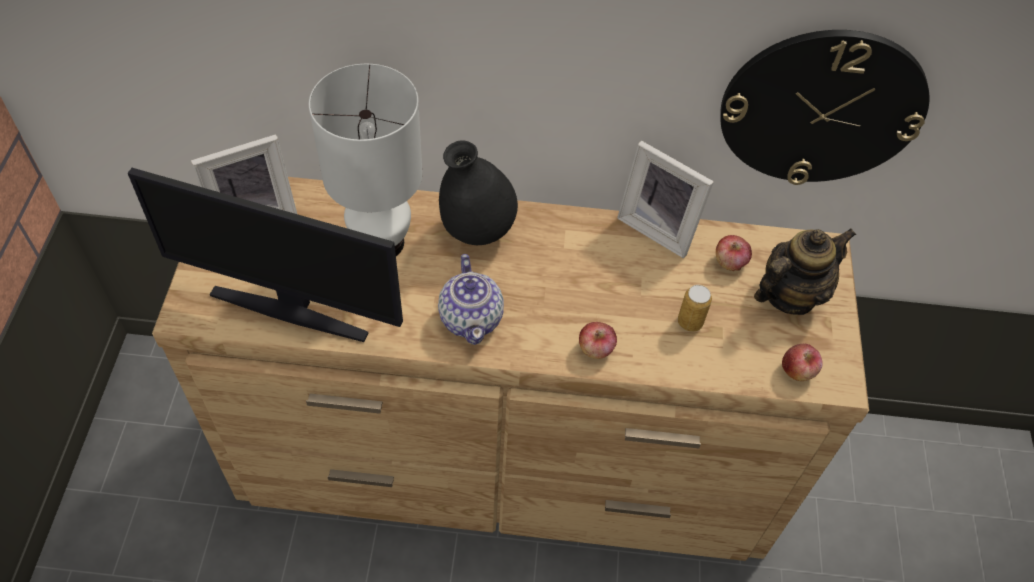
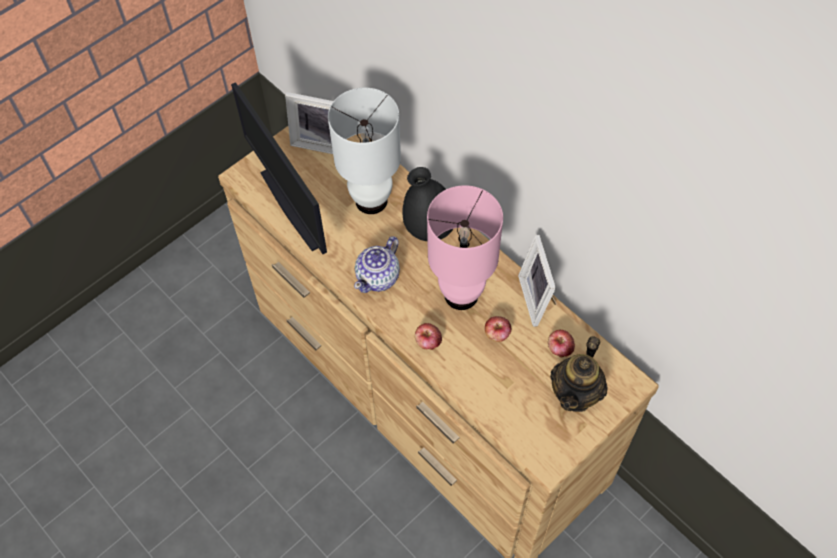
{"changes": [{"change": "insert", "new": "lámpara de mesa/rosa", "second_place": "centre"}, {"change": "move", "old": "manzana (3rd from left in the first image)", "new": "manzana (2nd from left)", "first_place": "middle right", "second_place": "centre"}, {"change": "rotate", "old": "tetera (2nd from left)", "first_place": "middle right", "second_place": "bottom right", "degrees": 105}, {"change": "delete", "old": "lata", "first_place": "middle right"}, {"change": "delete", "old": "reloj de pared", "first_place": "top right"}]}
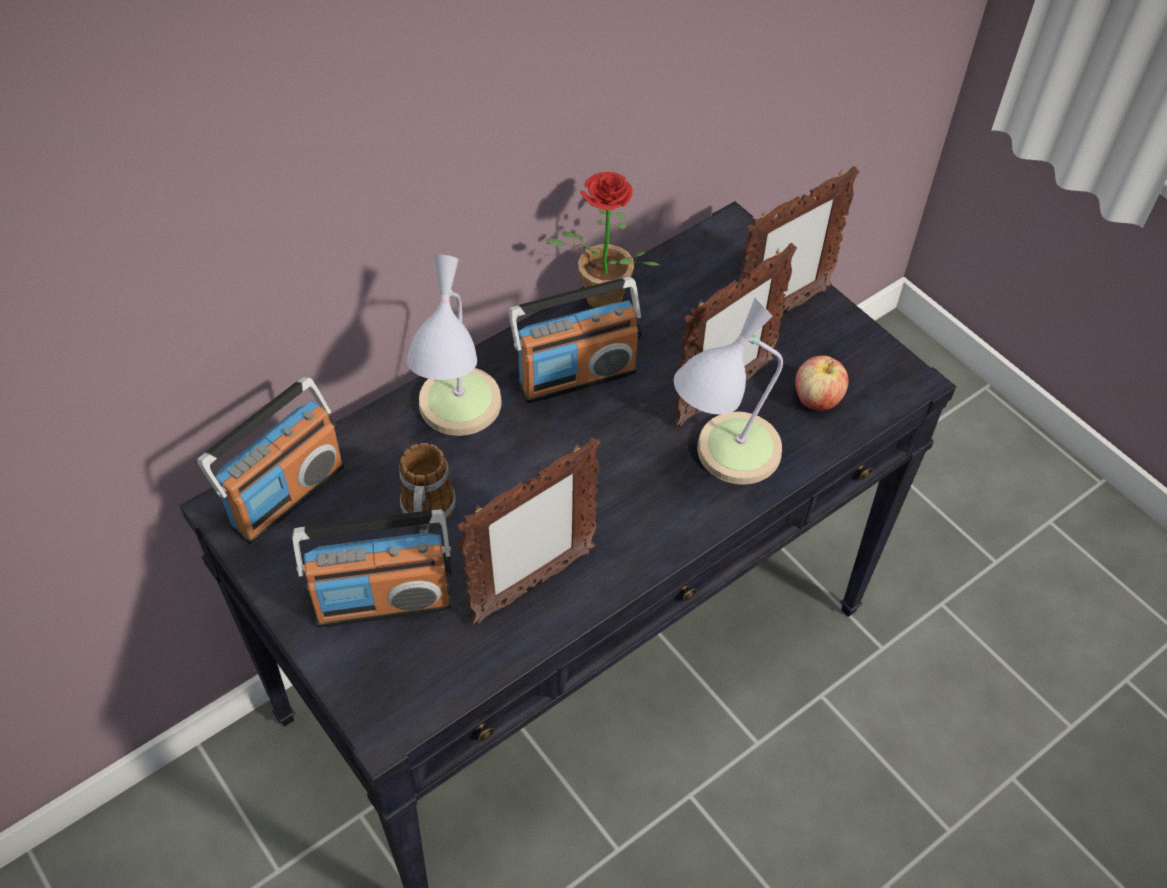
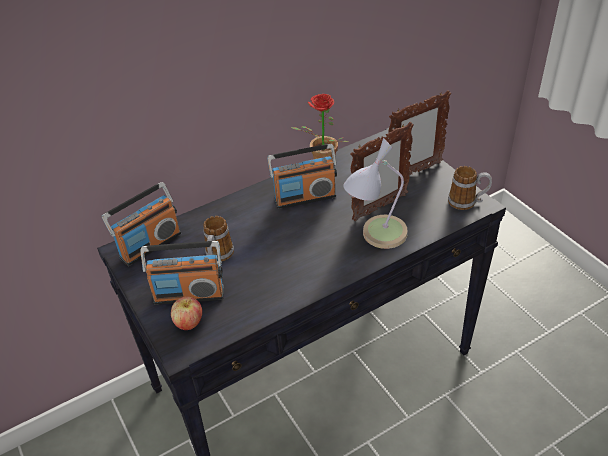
{"changes": [{"change": "move", "old": "manzana", "first_place": "middle right", "second_place": "bottom left"}, {"change": "insert", "new": "taza grande (2nd from left)", "second_place": "middle right"}, {"change": "delete", "old": "lámpara de mesa (1st from left)", "first_place": "centre"}, {"change": "delete", "old": "portarretratos (1st from left)", "first_place": "centre"}]}
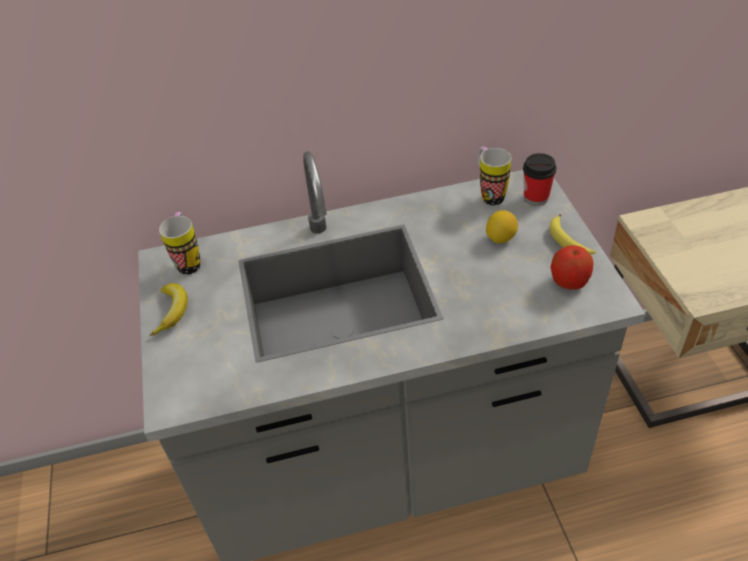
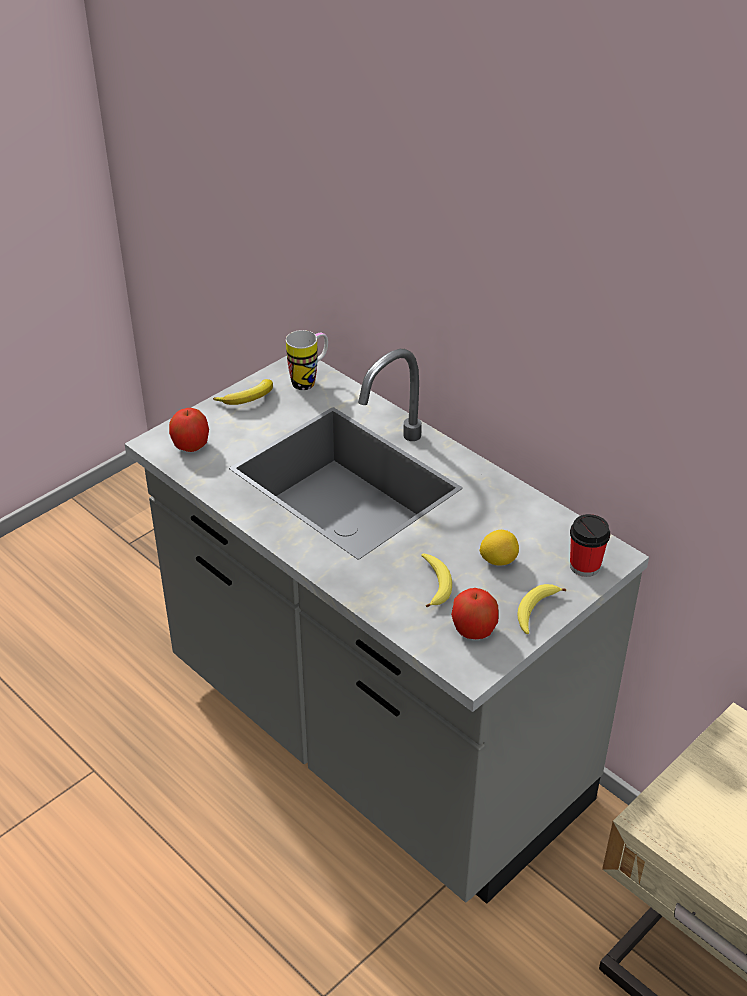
{"changes": [{"change": "insert", "new": "manzana (1st from left)", "second_place": "middle left"}, {"change": "insert", "new": "plátano (2nd from left)", "second_place": "centre"}, {"change": "delete", "old": "taza grande (2nd from left)", "first_place": "top centre"}]}
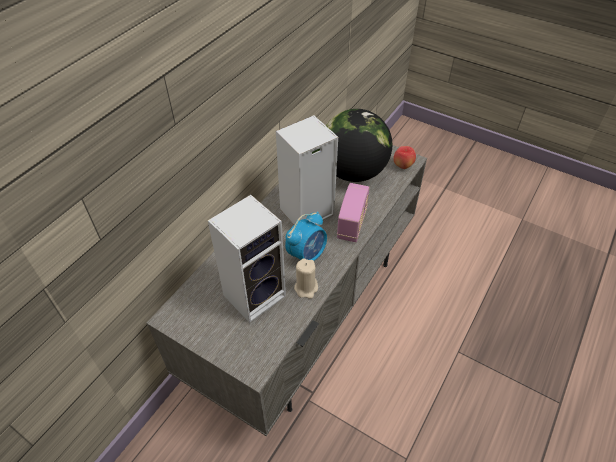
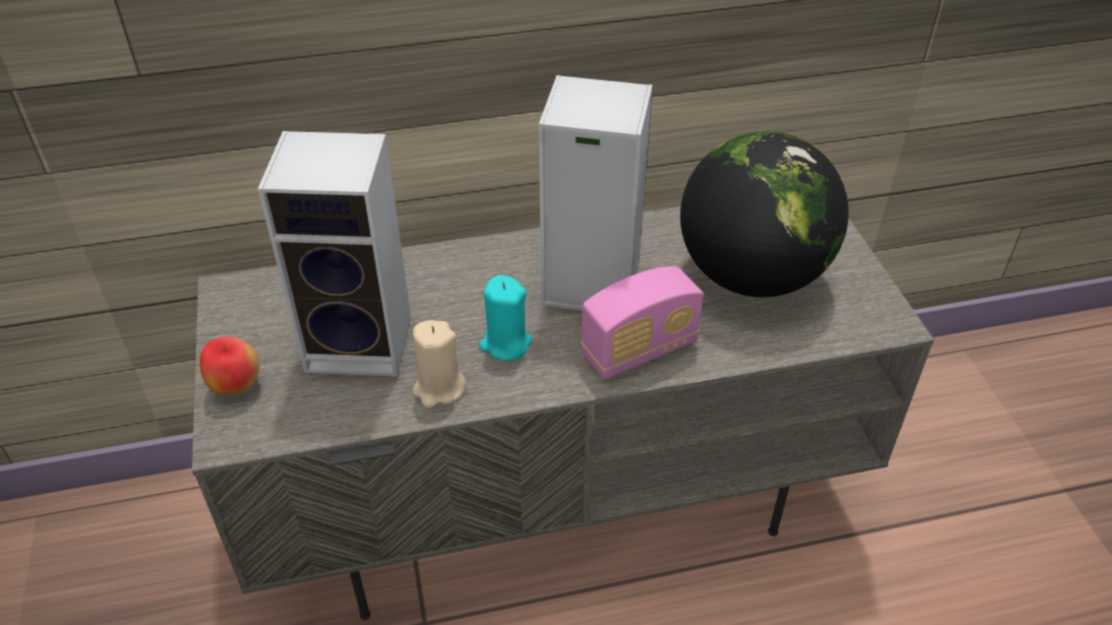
{"changes": [{"change": "move", "old": "manzana", "first_place": "centre", "second_place": "middle left"}, {"change": "replace", "old": "despertador", "new": "vela/turquesa", "first_place": "centre", "second_place": "centre"}]}
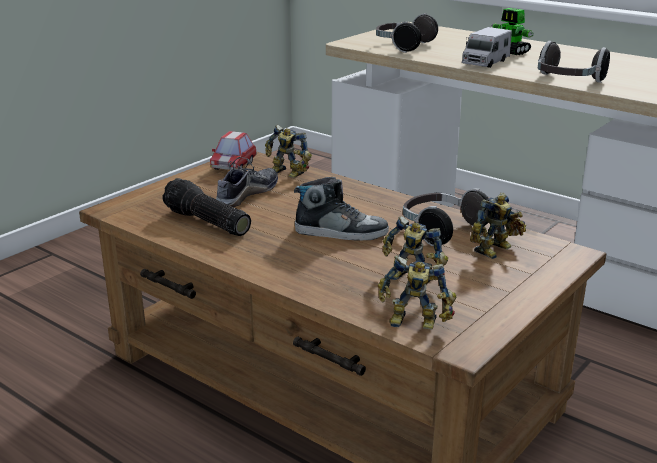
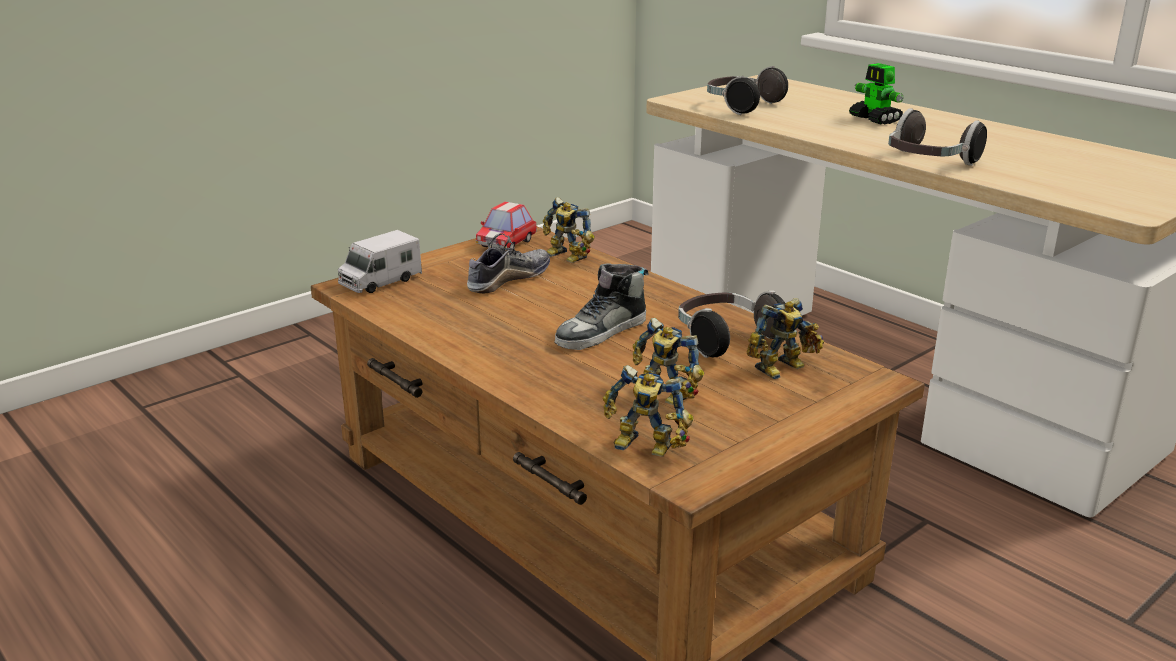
{"changes": [{"change": "move", "old": "camión de juguete", "first_place": "top right", "second_place": "middle left"}, {"change": "rotate", "old": "zapato (2nd from left)", "first_place": "centre", "second_place": "centre", "degrees": 120}, {"change": "delete", "old": "linterna", "first_place": "middle left"}]}
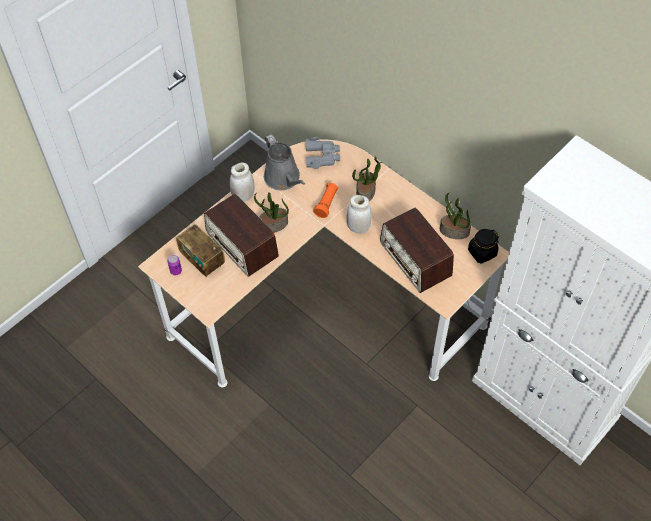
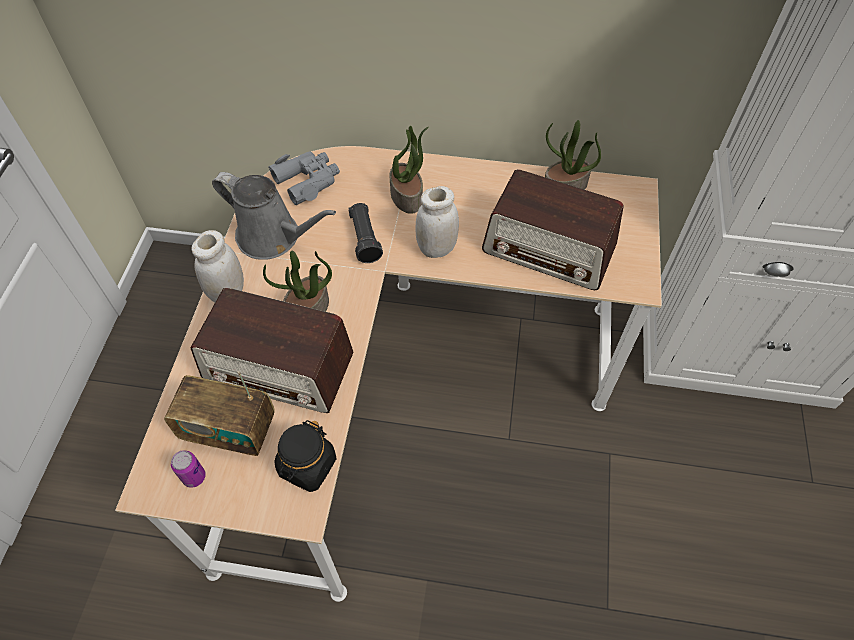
{"changes": [{"change": "move", "old": "tarro/negro", "first_place": "middle right", "second_place": "bottom centre"}, {"change": "recolor", "old": "linterna/naranja", "new": "linterna/negro", "first_place": "centre", "second_place": "centre"}]}
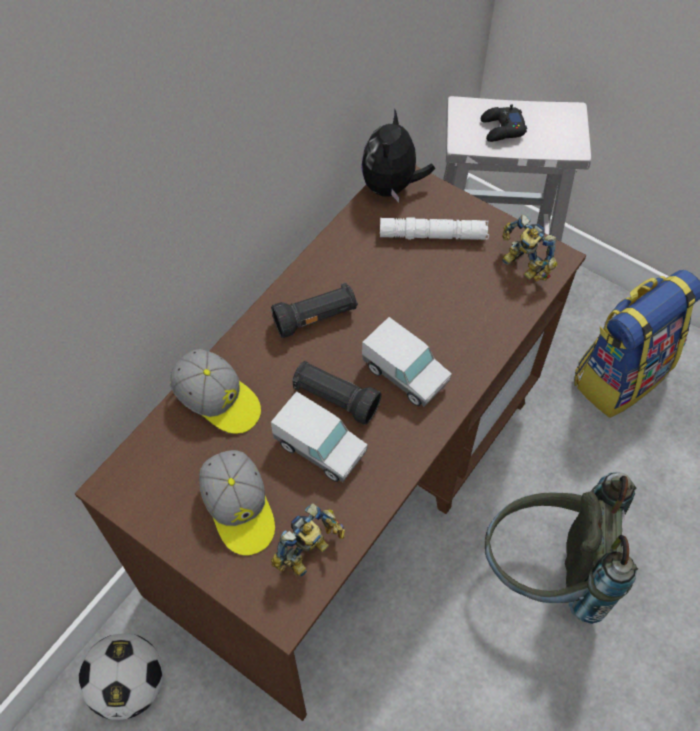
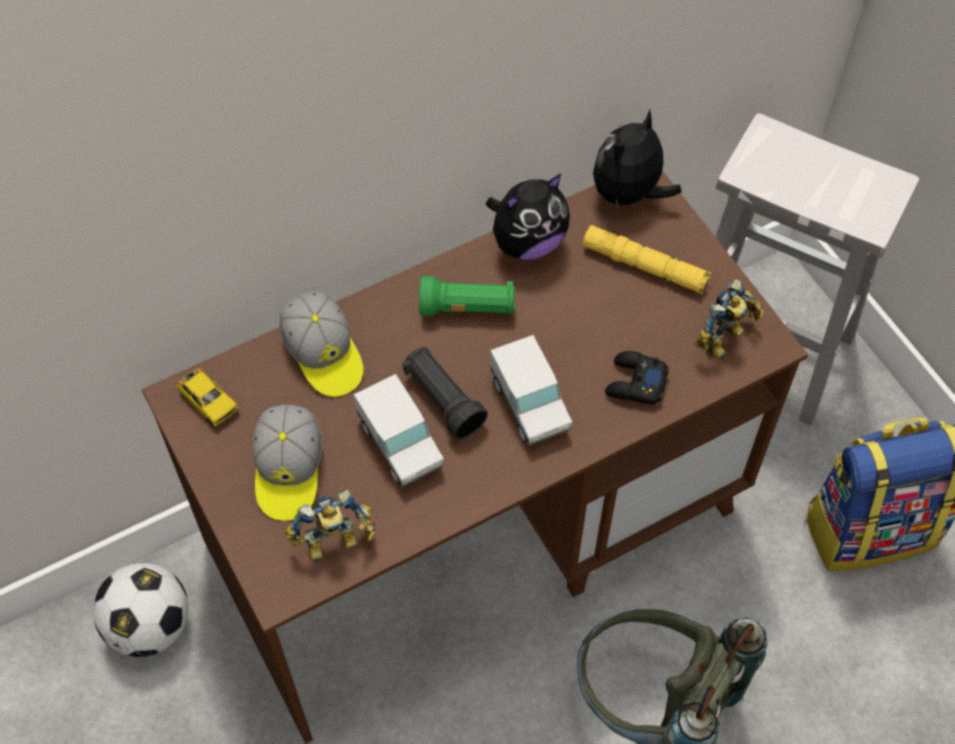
{"changes": [{"change": "insert", "new": "coche de juguete", "second_place": "middle left"}, {"change": "recolor", "old": "linterna/negro (1st from left)", "new": "linterna/verde", "first_place": "centre", "second_place": "centre"}, {"change": "insert", "new": "peluche (1st from left)", "second_place": "top centre"}, {"change": "recolor", "old": "linterna/blanco", "new": "linterna/amarillo", "first_place": "top centre", "second_place": "middle right"}, {"change": "move", "old": "mando de consola/negro", "first_place": "top right", "second_place": "middle right"}, {"change": "rotate", "old": "robot de juguete (2nd from left)", "first_place": "middle right", "second_place": "middle right", "degrees": -120}]}
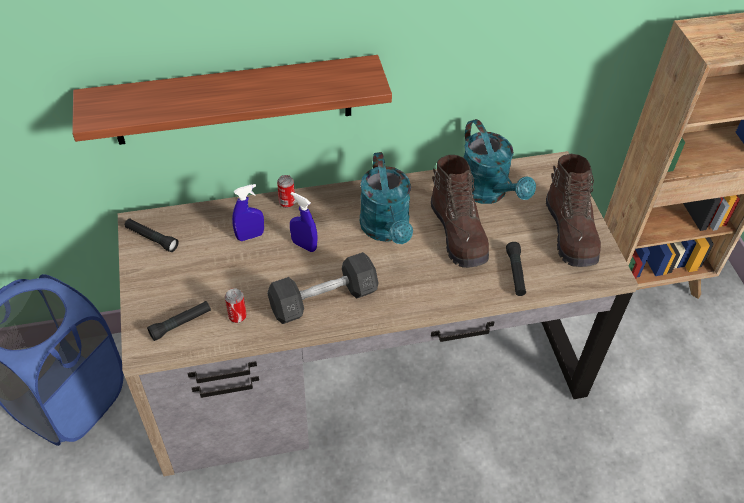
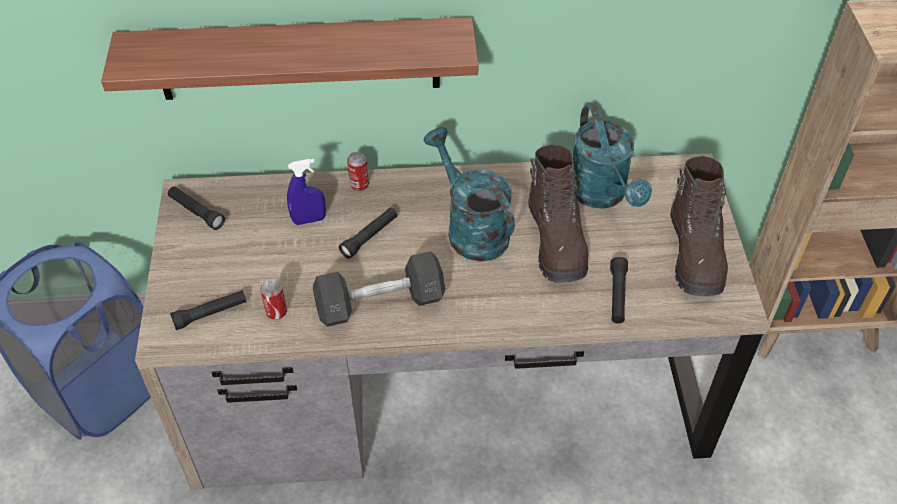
{"changes": [{"change": "replace", "old": "pulverizador/azul (2nd from left)", "new": "linterna/negro (3rd from left)", "first_place": "centre", "second_place": "centre"}, {"change": "rotate", "old": "regadera/turquesa (1st from left)", "first_place": "centre", "second_place": "centre", "degrees": 150}]}
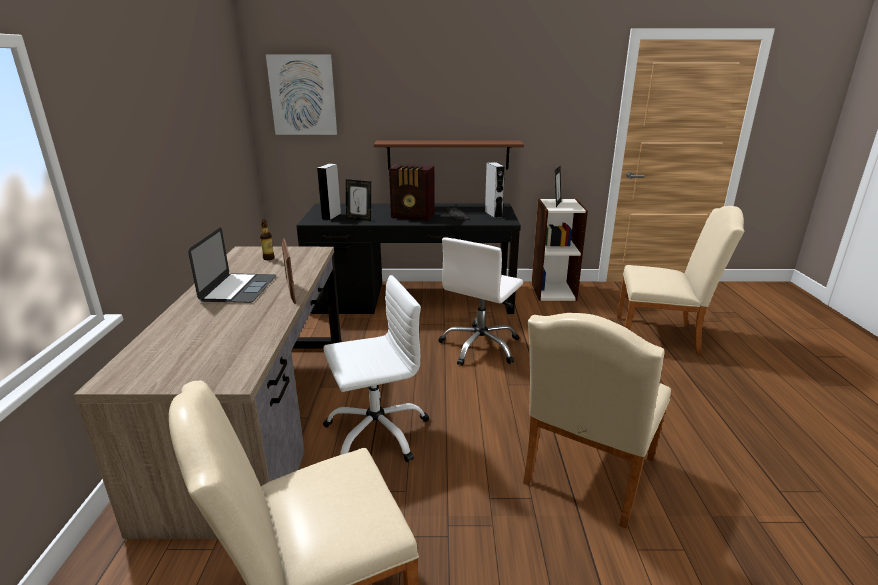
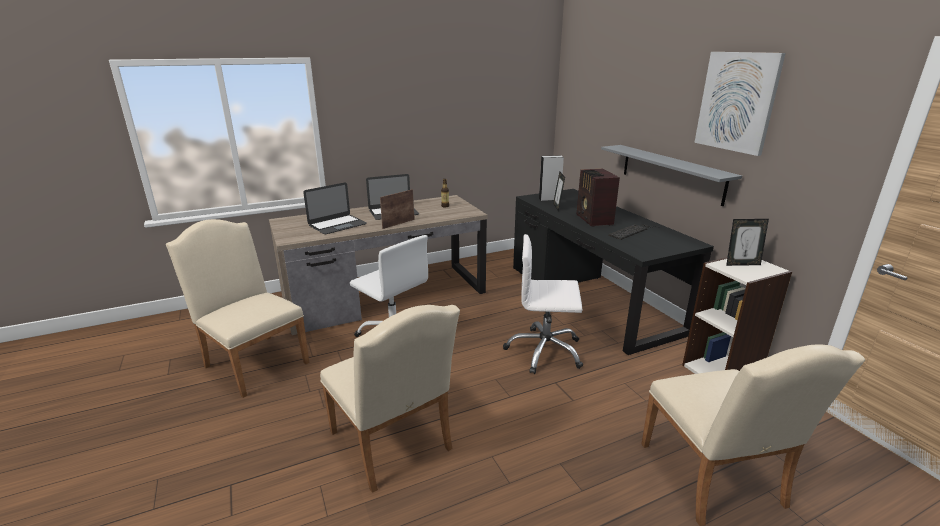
{"changes": [{"change": "insert", "new": "portátil (1st from left)", "second_place": "centre"}, {"change": "rotate", "old": "silla/beis (2nd from left)", "first_place": "bottom right", "second_place": "bottom centre", "degrees": -135}, {"change": "recolor", "old": "estante/marrón", "new": "estante/gris", "first_place": "top centre", "second_place": "top right"}, {"change": "move", "old": "cuadro", "first_place": "top centre", "second_place": "top right"}, {"change": "delete", "old": "altavoz/gris (2nd from left)", "first_place": "top centre"}]}
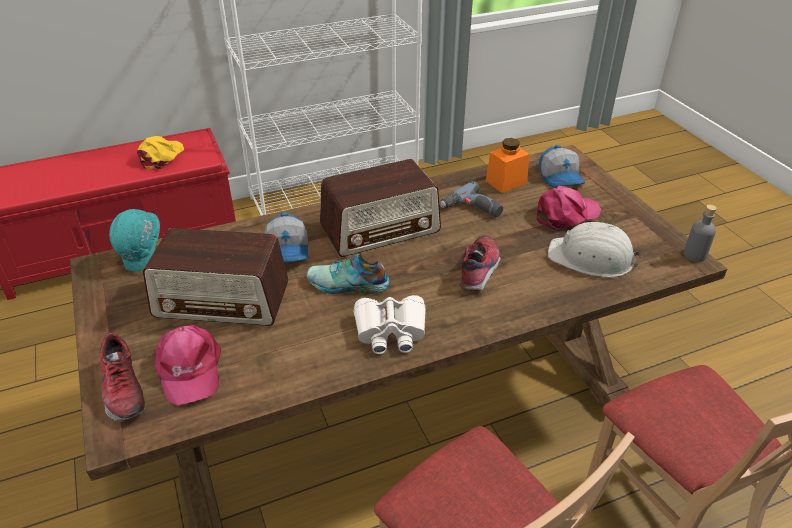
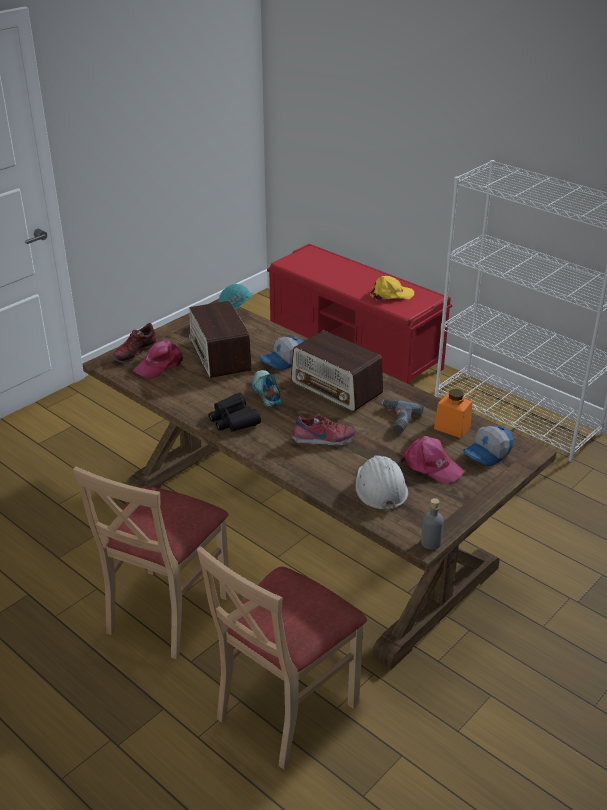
{"changes": [{"change": "recolor", "old": "prismáticos/blanco", "new": "prismáticos/negro", "first_place": "centre", "second_place": "centre"}]}
